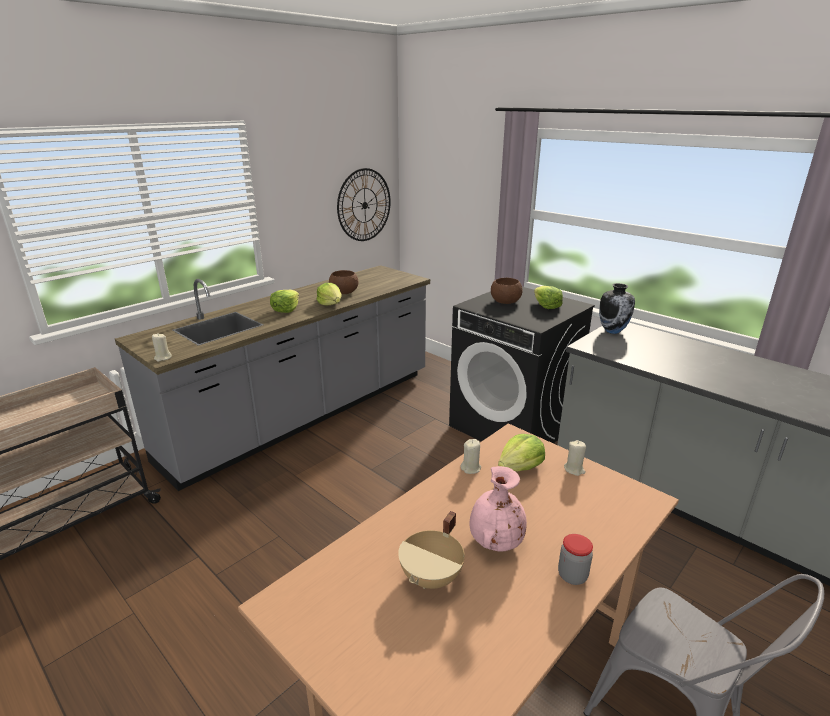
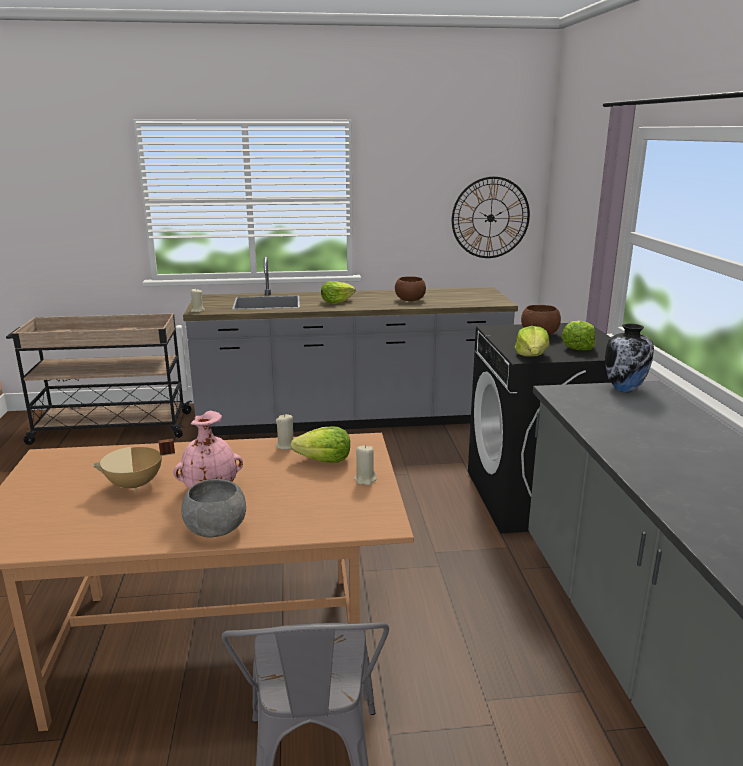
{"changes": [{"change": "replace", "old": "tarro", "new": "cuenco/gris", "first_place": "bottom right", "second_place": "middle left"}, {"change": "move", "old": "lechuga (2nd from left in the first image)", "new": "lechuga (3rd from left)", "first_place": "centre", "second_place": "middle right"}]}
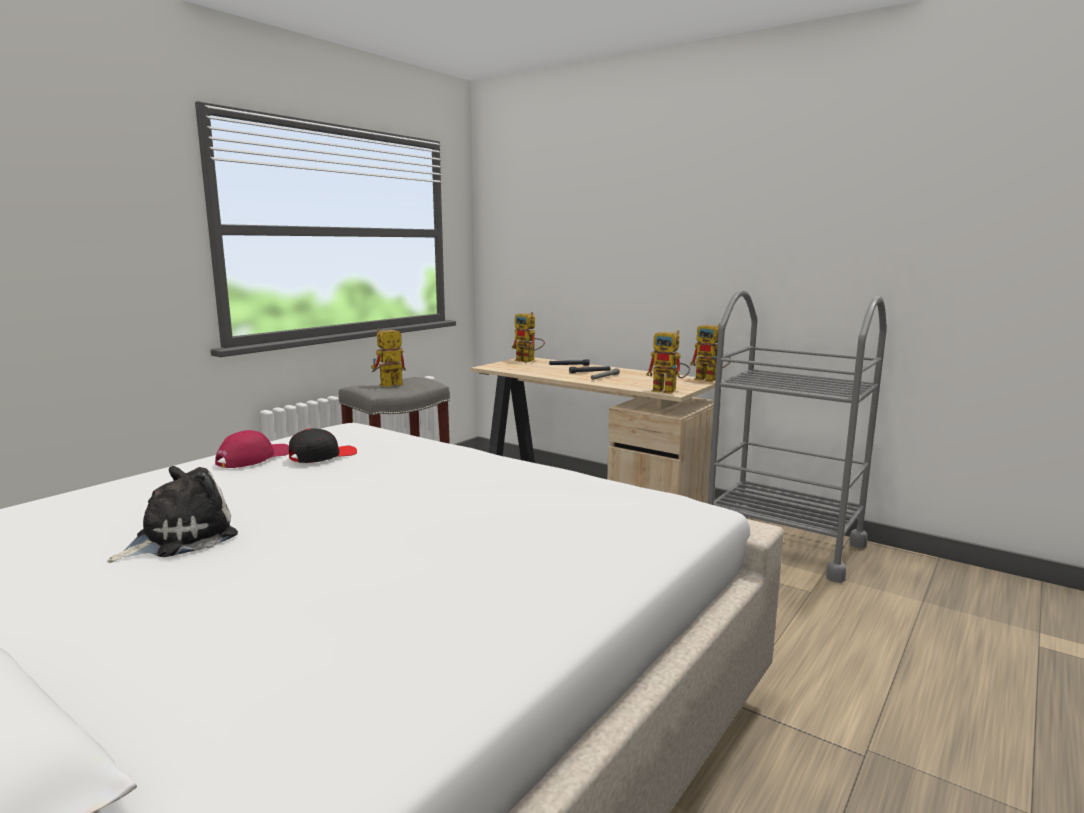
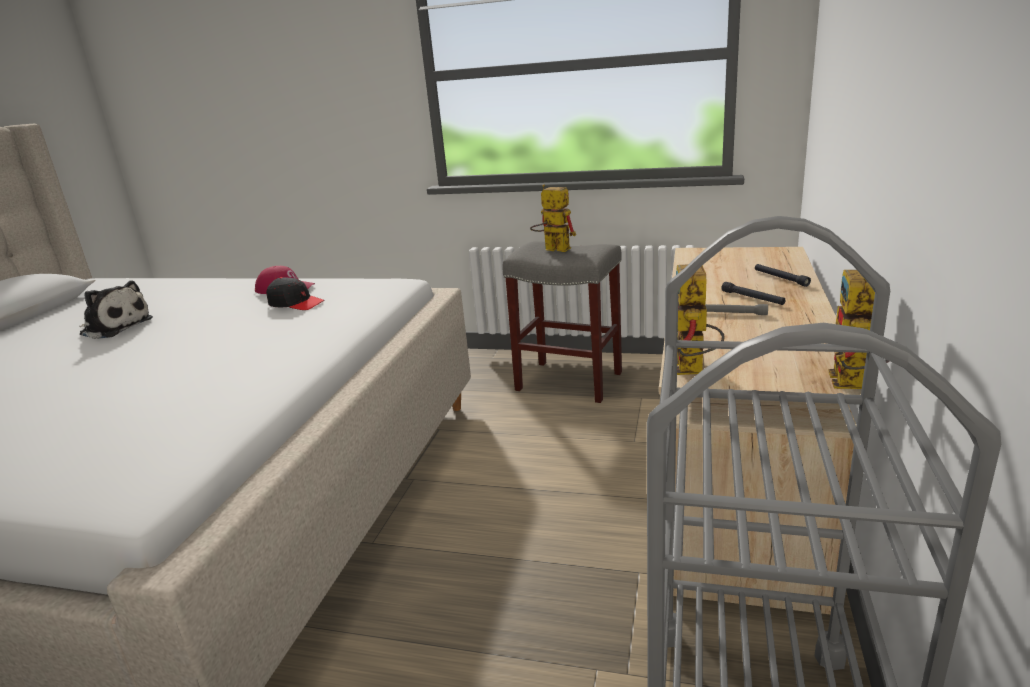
{"changes": [{"change": "delete", "old": "robot de juguete (2nd from left)", "first_place": "centre"}]}
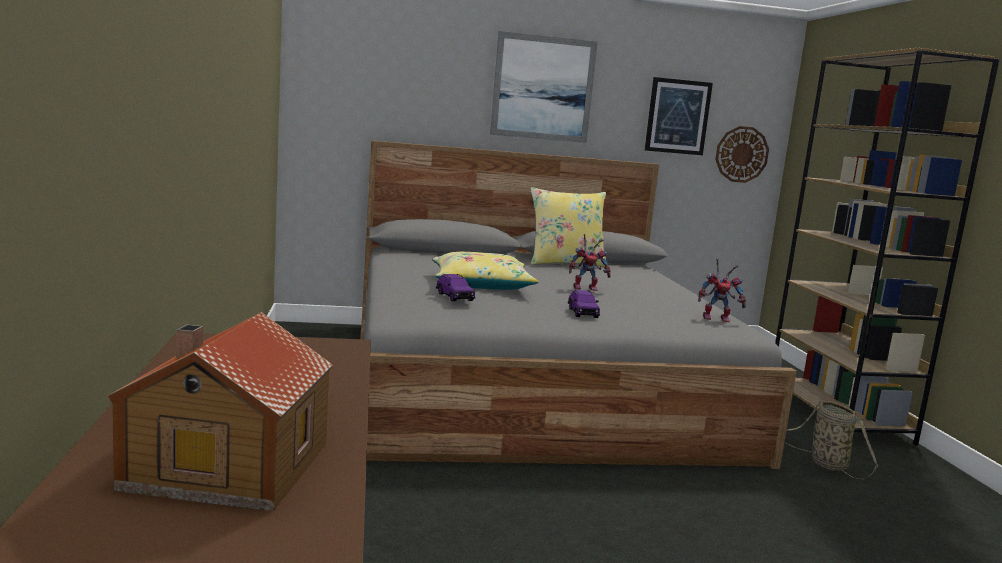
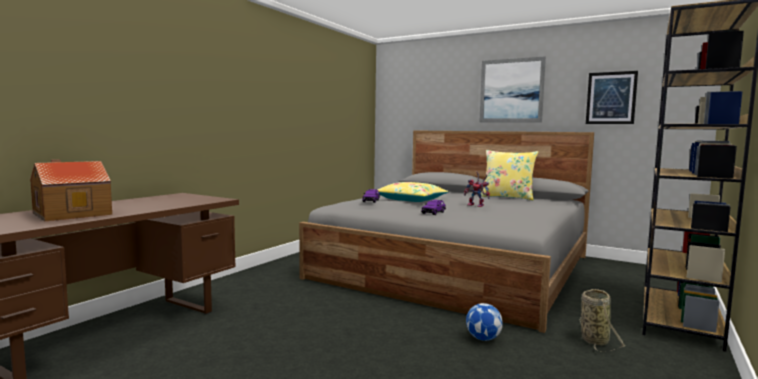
{"changes": [{"change": "insert", "new": "balón de fútbol", "second_place": "bottom centre"}, {"change": "delete", "old": "robot de juguete (2nd from left)", "first_place": "middle right"}, {"change": "delete", "old": "reloj de pared", "first_place": "top right"}]}
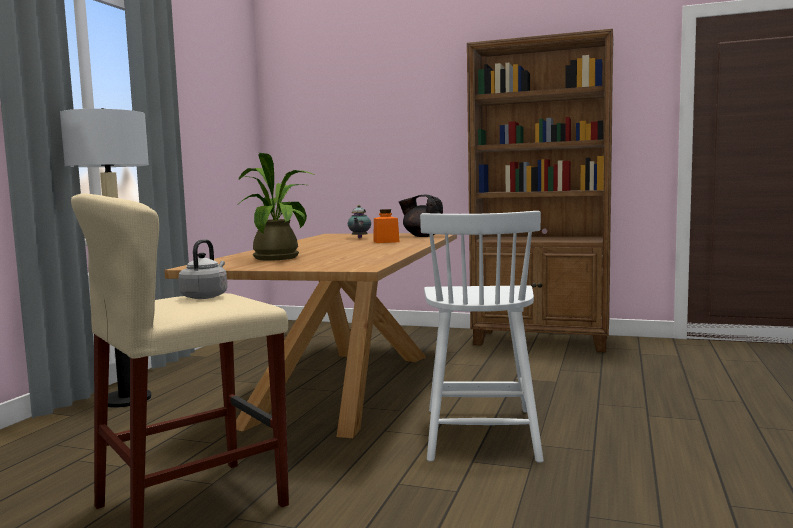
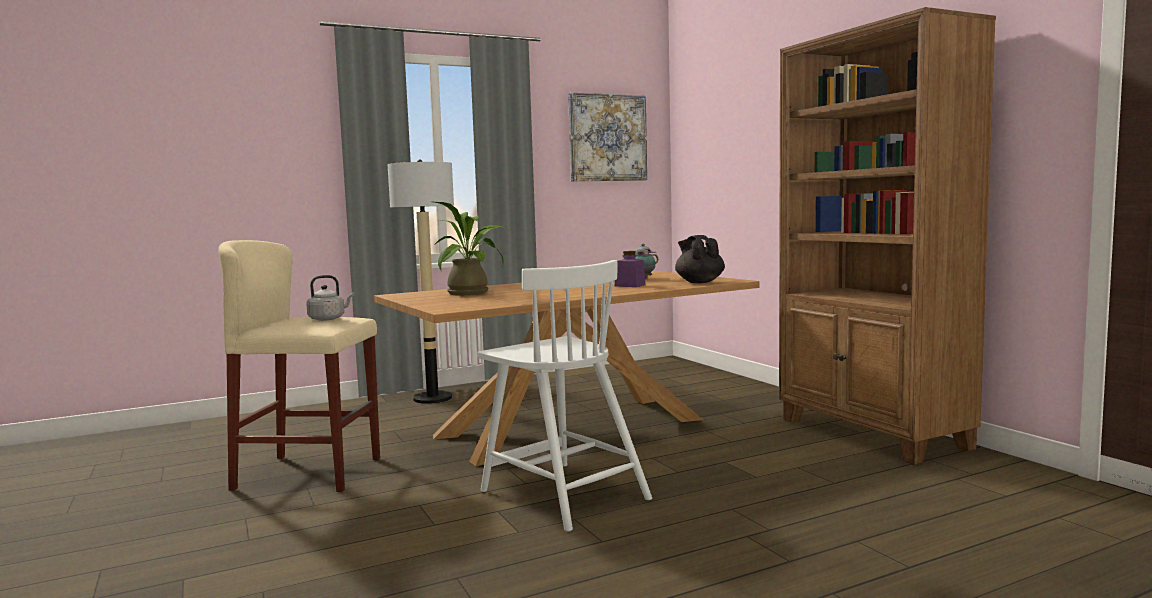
{"changes": [{"change": "rotate", "old": "silla/blanco", "first_place": "centre", "second_place": "centre", "degrees": -90}, {"change": "insert", "new": "cuadro", "second_place": "top centre"}, {"change": "recolor", "old": "tarro/naranja", "new": "tarro/morado", "first_place": "centre", "second_place": "centre"}]}
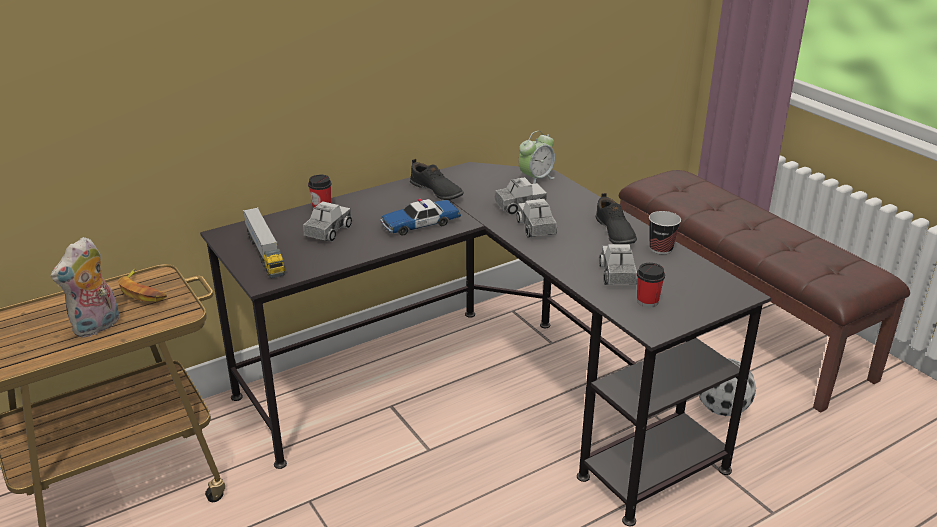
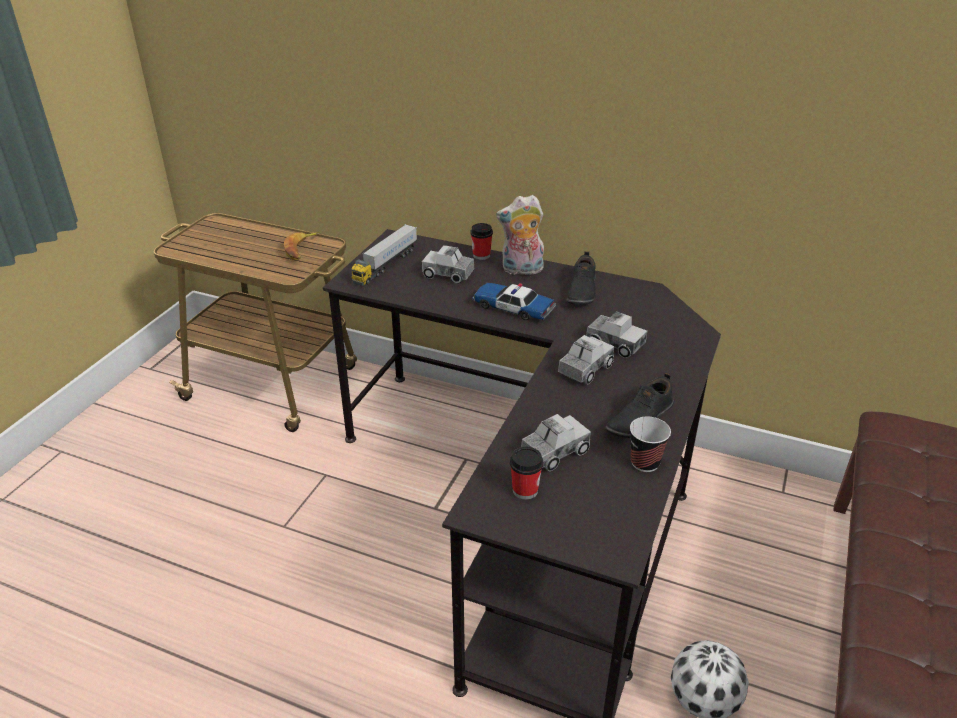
{"changes": [{"change": "rotate", "old": "camión de juguete (2nd from left)", "first_place": "centre", "second_place": "centre", "degrees": -150}, {"change": "move", "old": "peluche", "first_place": "middle left", "second_place": "top centre"}, {"change": "delete", "old": "despertador", "first_place": "top centre"}]}
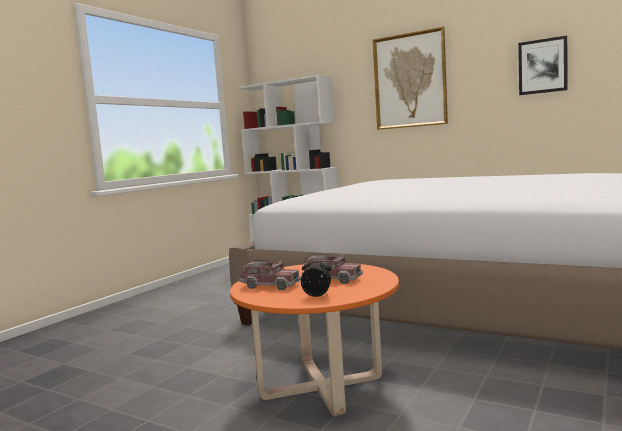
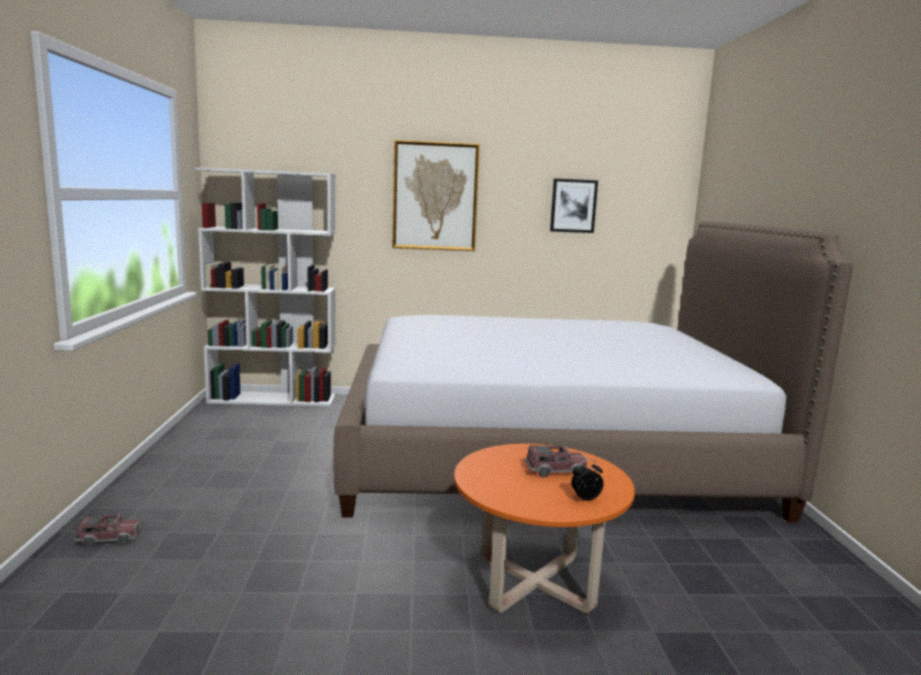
{"changes": [{"change": "move", "old": "camión de juguete (1st from left)", "first_place": "centre", "second_place": "bottom left"}]}
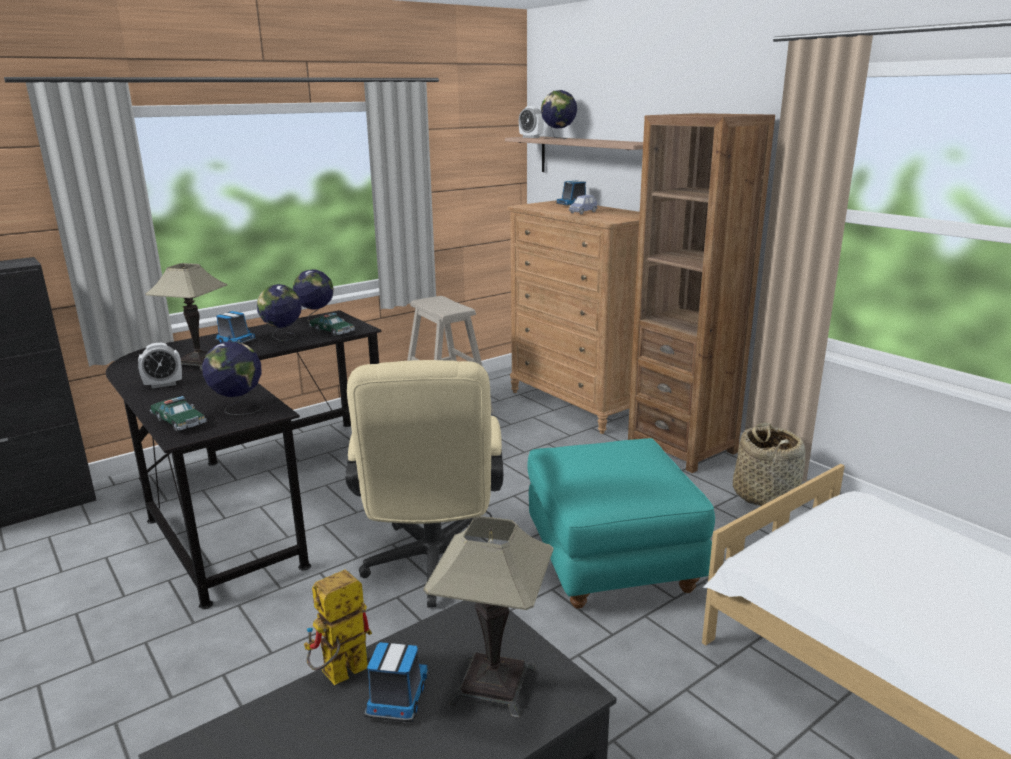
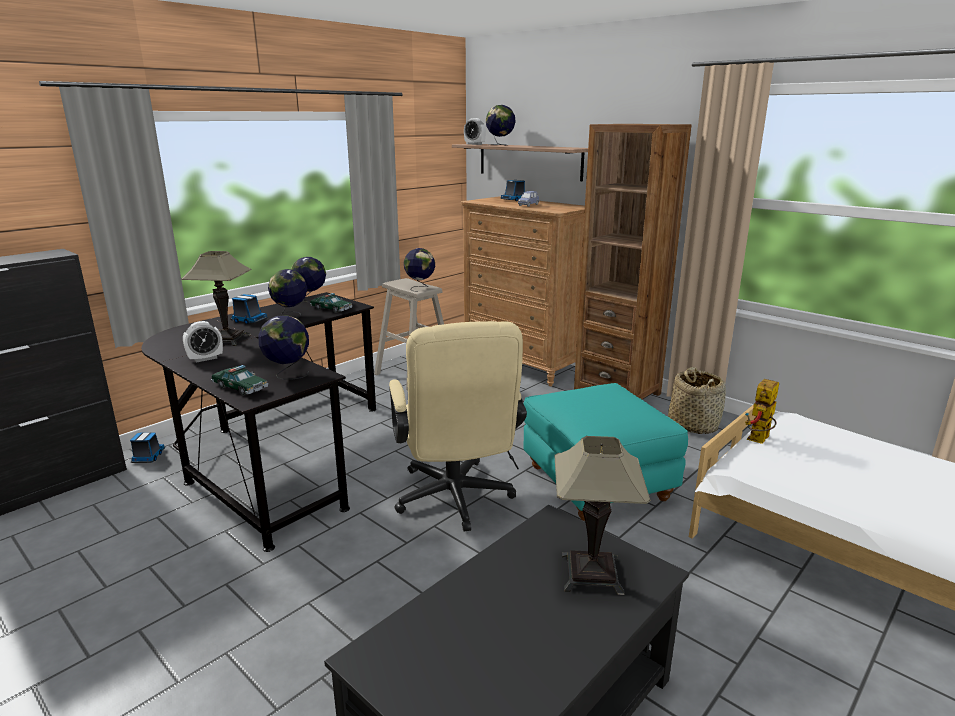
{"changes": [{"change": "move", "old": "camión de juguete (2nd from left in the first image)", "new": "camión de juguete (1st from left)", "first_place": "bottom centre", "second_place": "middle left"}, {"change": "insert", "new": "globo terráqueo (4th from left)", "second_place": "centre"}, {"change": "move", "old": "robot de juguete", "first_place": "bottom centre", "second_place": "middle right"}]}
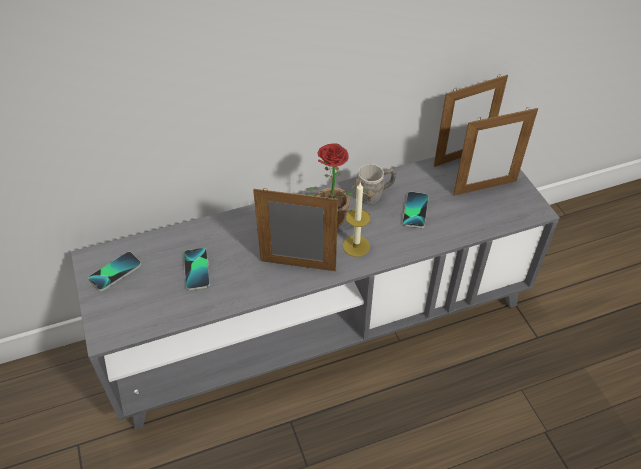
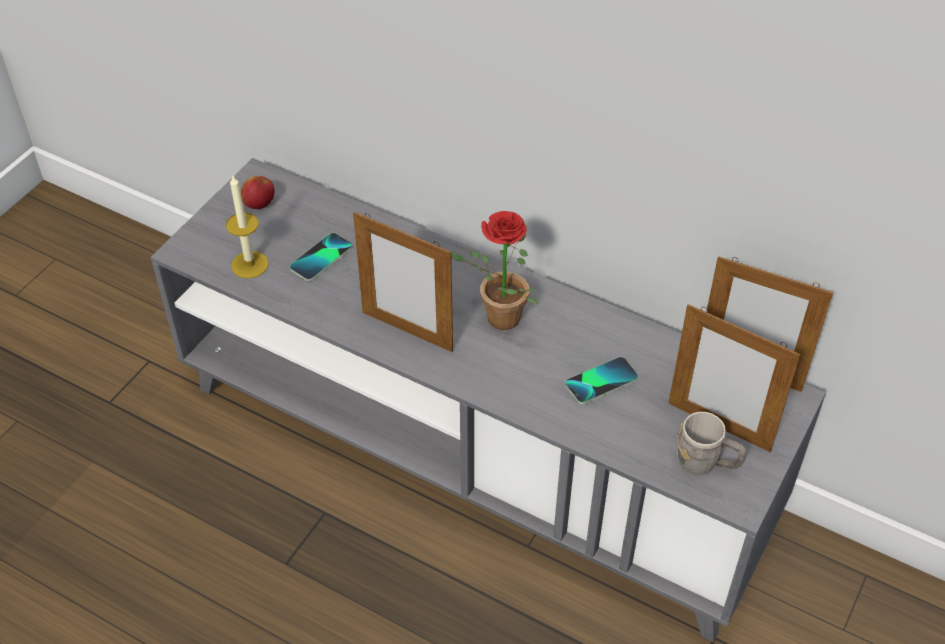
{"changes": [{"change": "move", "old": "vela", "first_place": "centre", "second_place": "middle left"}, {"change": "replace", "old": "móvil (1st from left)", "new": "manzana", "first_place": "middle left", "second_place": "top left"}, {"change": "rotate", "old": "portarretratos (1st from left)", "first_place": "centre", "second_place": "centre", "degrees": 150}, {"change": "move", "old": "taza grande/gris", "first_place": "centre", "second_place": "bottom right"}]}
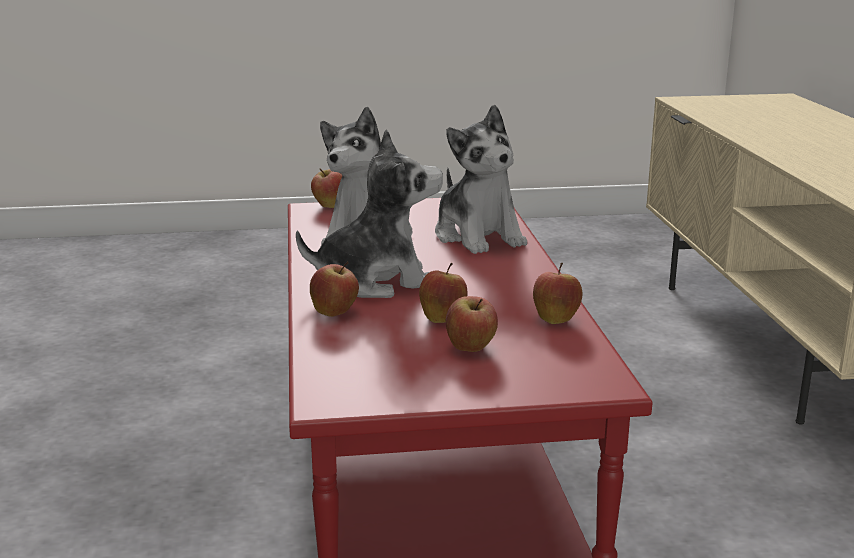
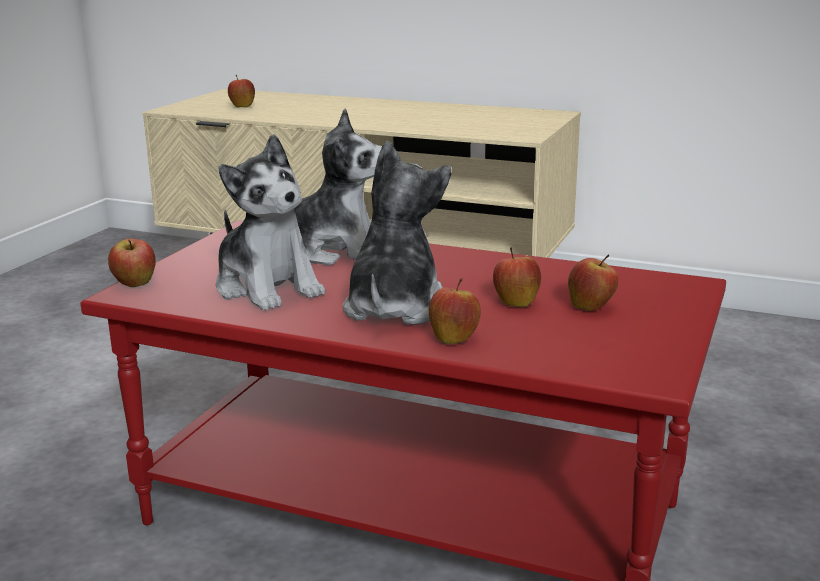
{"changes": [{"change": "move", "old": "manzana (5th from left in the first image)", "new": "manzana (2nd from left)", "first_place": "centre", "second_place": "top left"}]}
